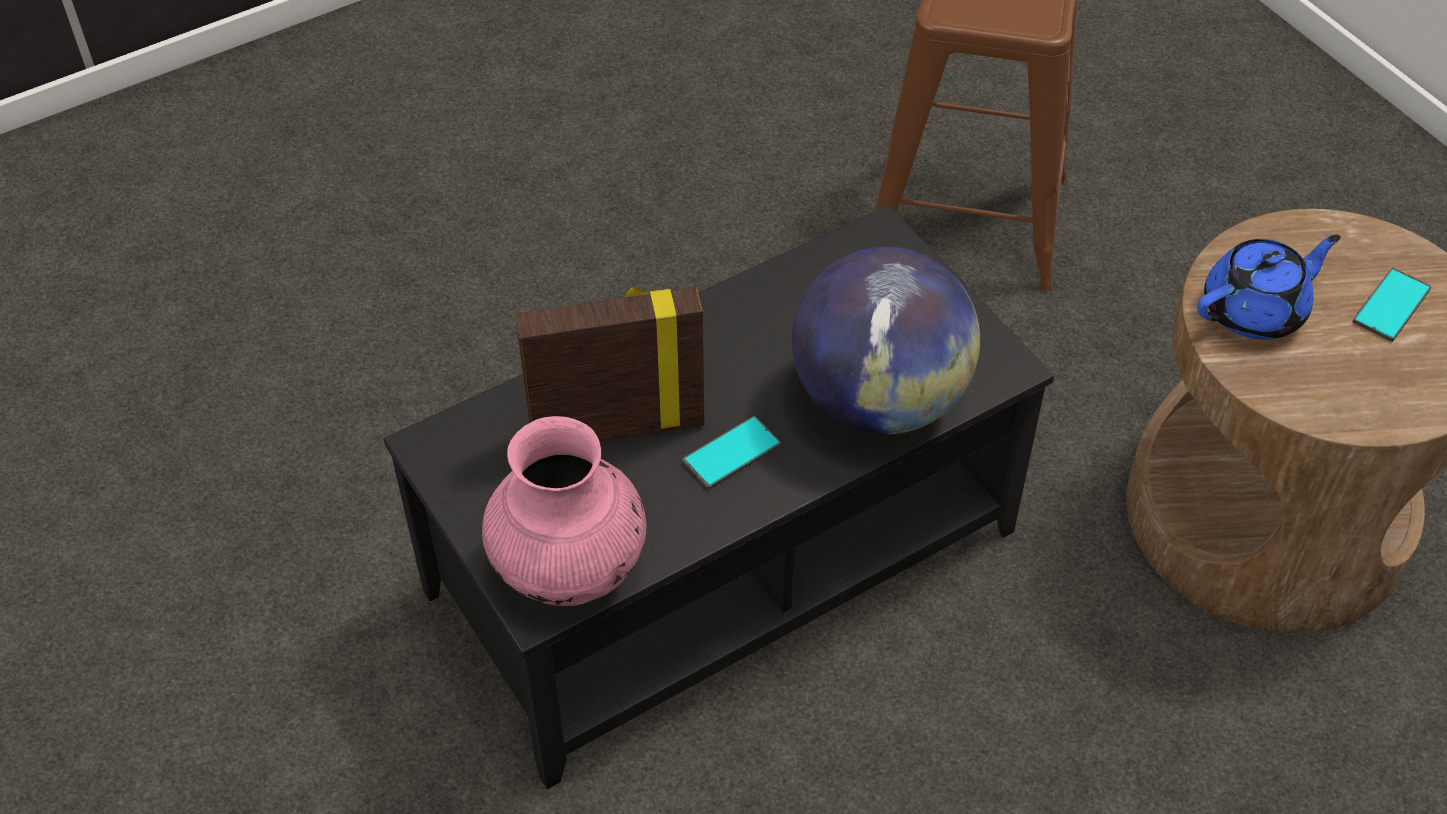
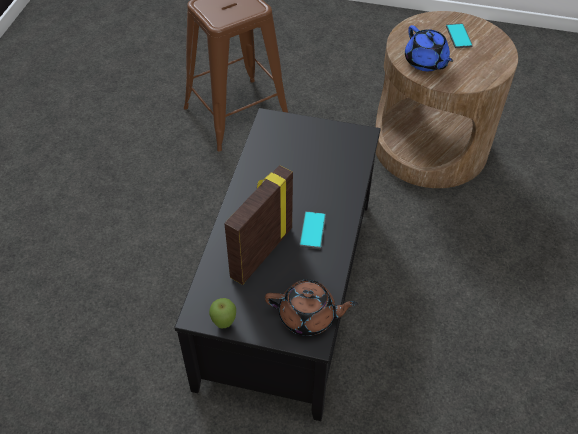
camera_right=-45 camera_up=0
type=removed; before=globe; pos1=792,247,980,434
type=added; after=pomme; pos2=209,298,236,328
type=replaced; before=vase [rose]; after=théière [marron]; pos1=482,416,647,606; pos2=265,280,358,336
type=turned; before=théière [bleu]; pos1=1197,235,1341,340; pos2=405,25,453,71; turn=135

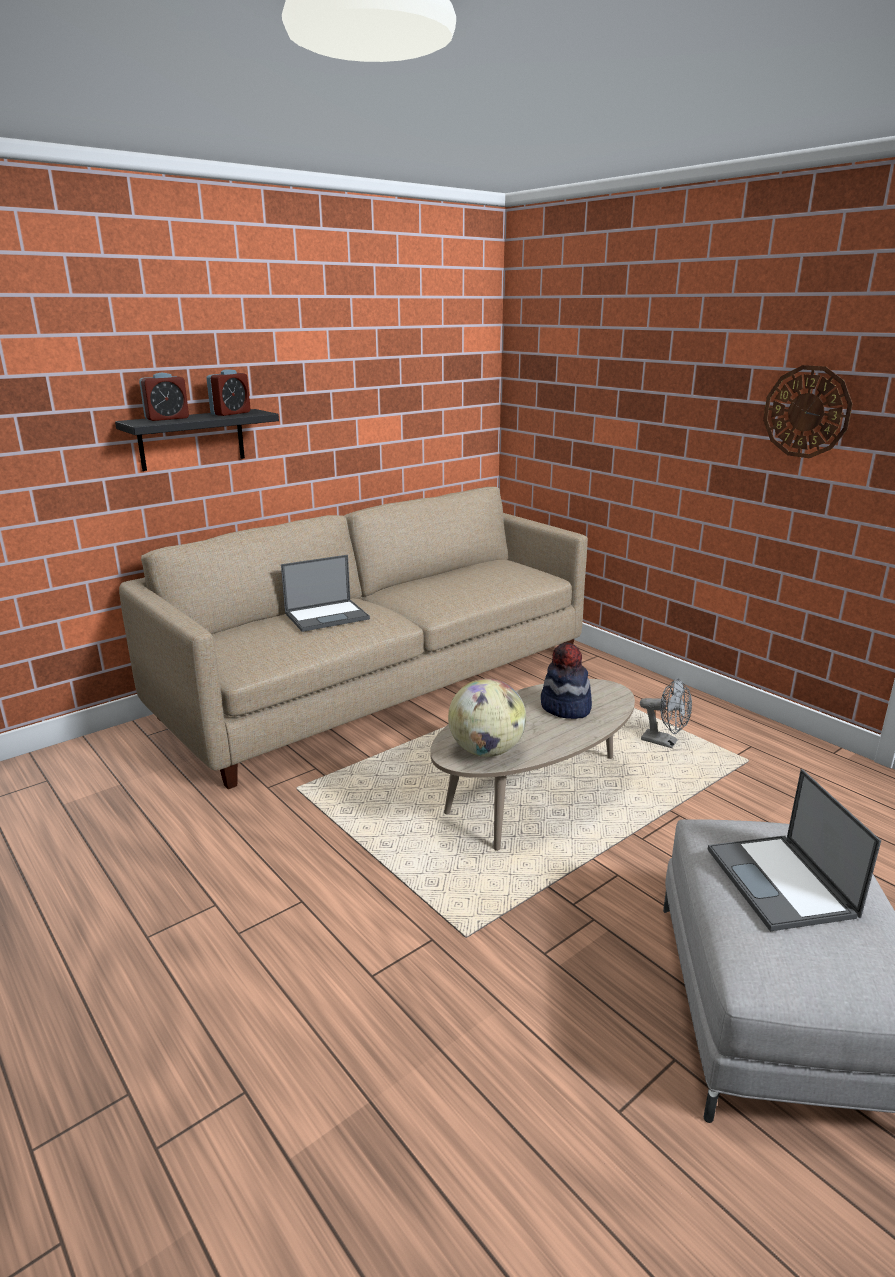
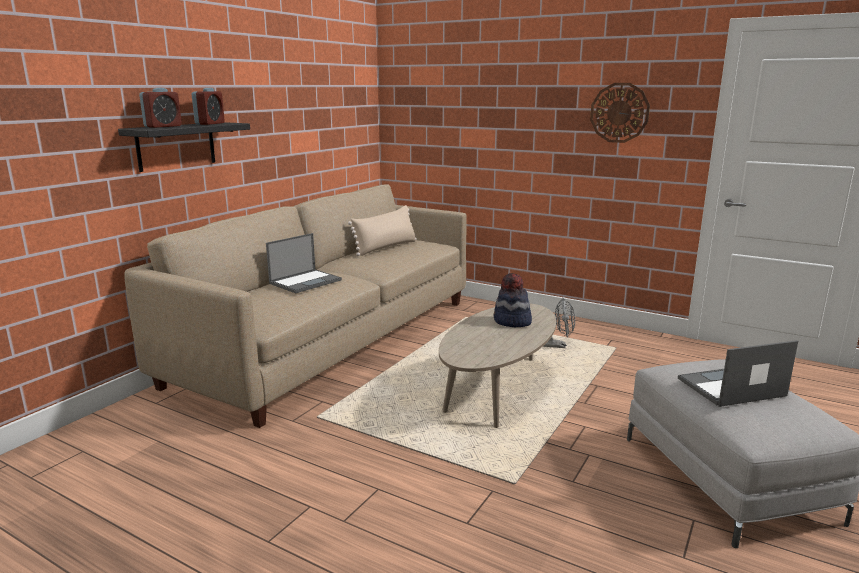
camera_right=-20 camera_up=-5
type=removed; before=globe; pos1=448,679,526,757
type=added; after=coussin [beige]; pos2=348,205,417,256
type=turned; before=ordinateur portable; pos1=707,769,881,931; pos2=678,340,798,407; turn=105

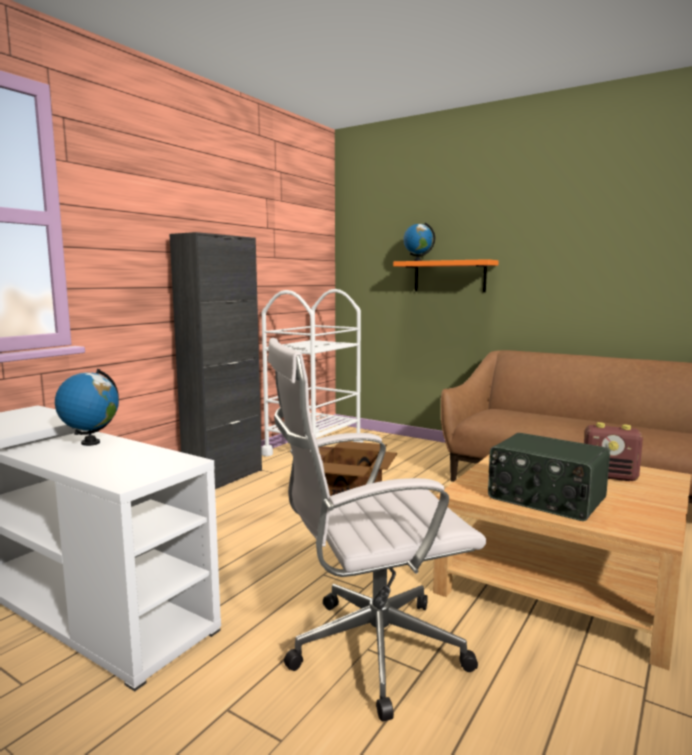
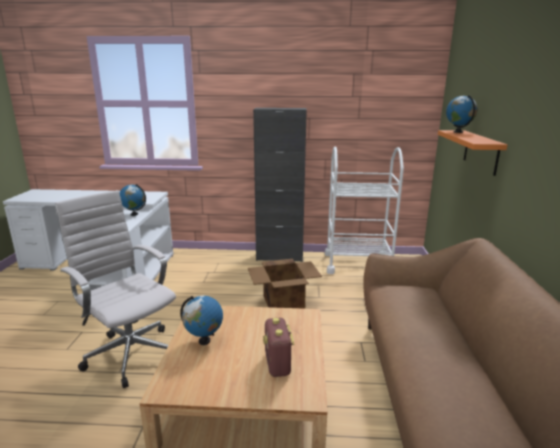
camera_right=60 camera_up=10
type=replaced; before=radio; after=globe; pos1=488,433,610,521; pos2=180,296,223,345

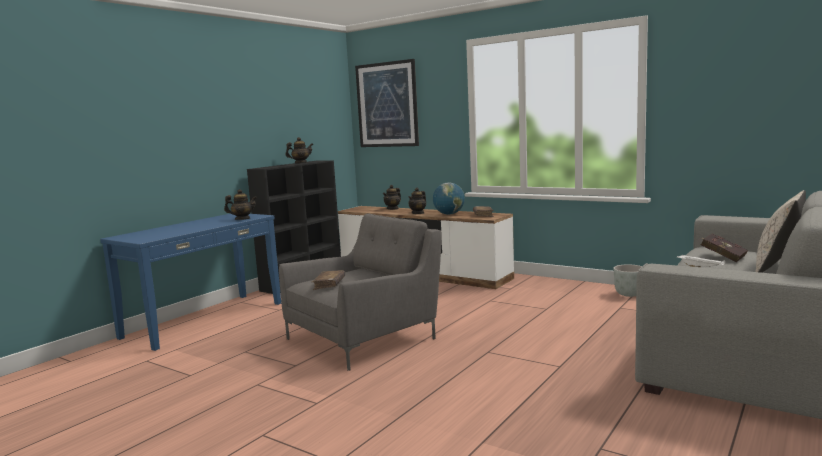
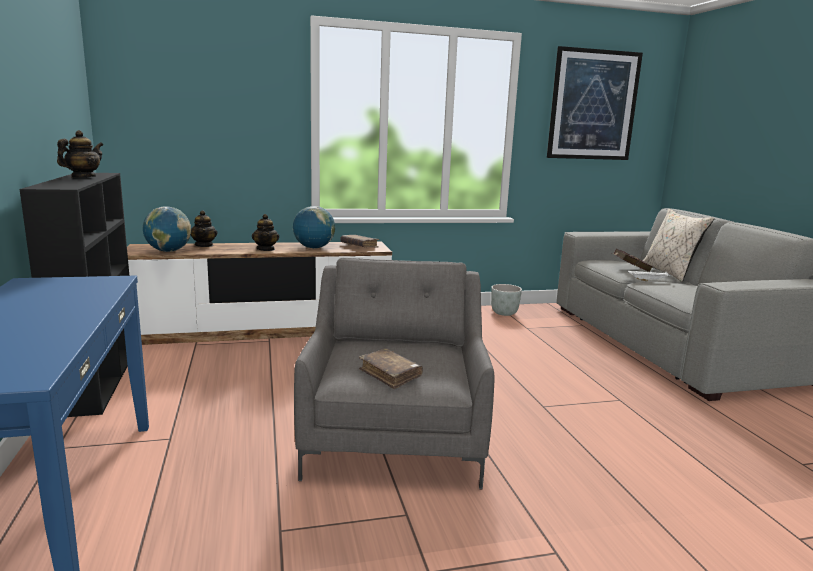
camera_right=-50 camera_up=5
type=removed; before=théière; pos1=224,189,257,220
type=added; after=globe; pos2=143,206,191,252
type=moved; before=tableau; pos1=355,59,419,147; pos2=547,46,643,160

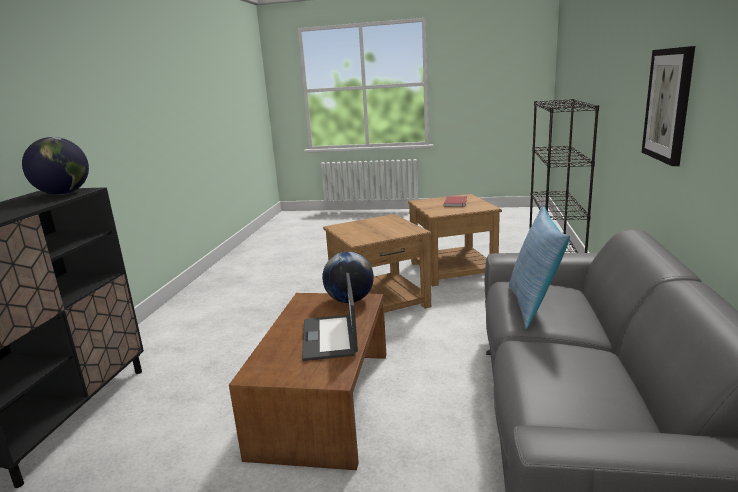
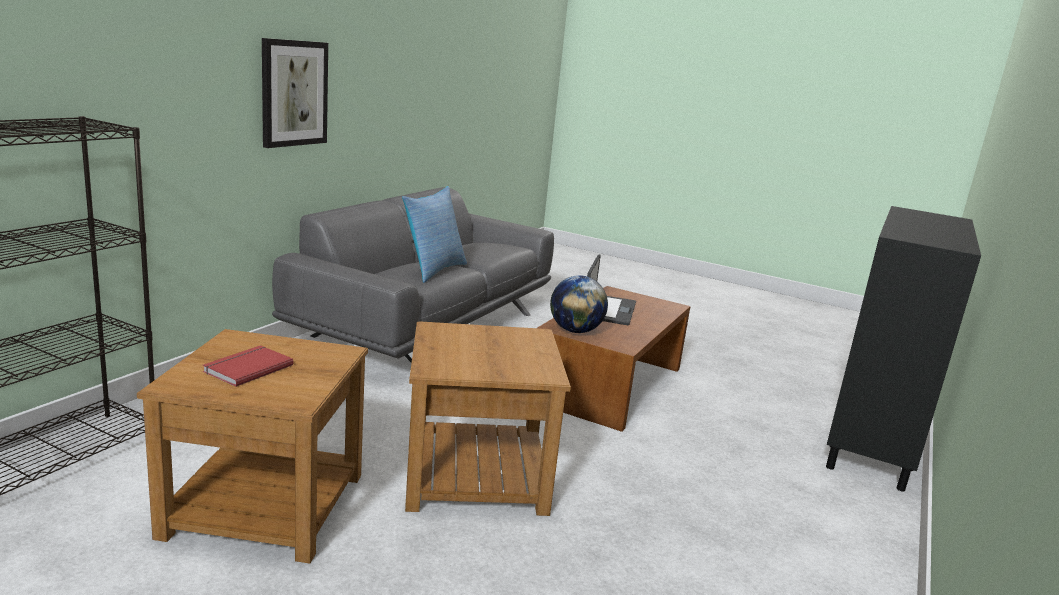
camera_right=-165 camera_up=0
type=removed; before=globe; pos1=22,137,89,195

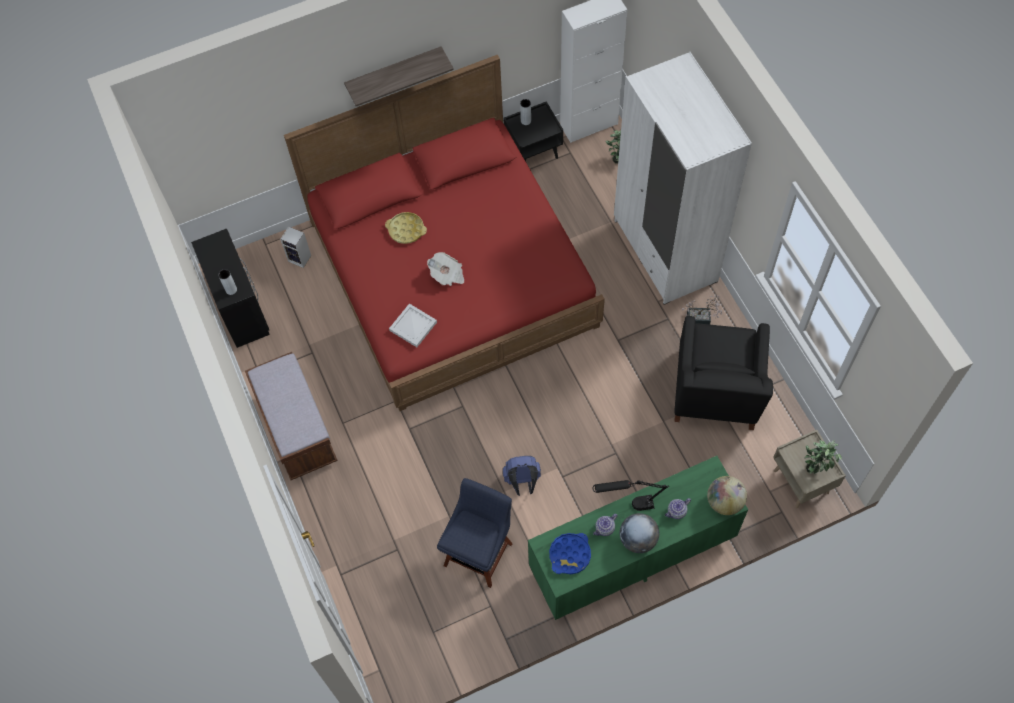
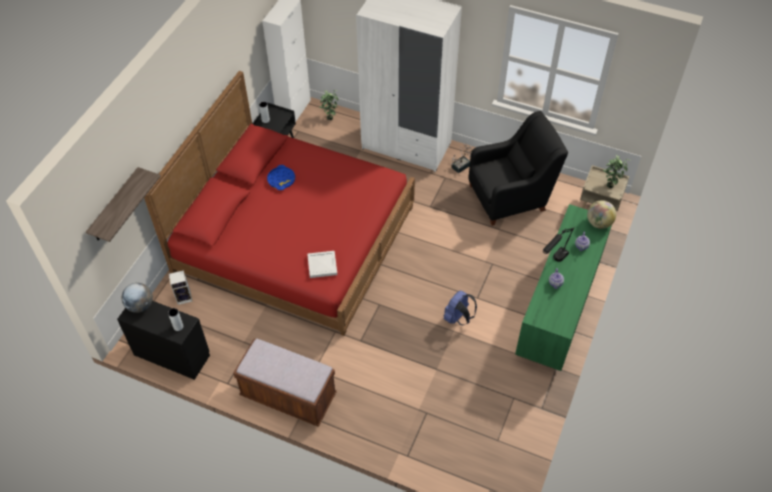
camera_right=-45 camera_up=-10
type=removed; before=plateau [jaune]; pos1=385,212,427,244
type=removed; before=journal; pos1=427,252,464,286
type=removed; before=chaise [bleu]; pos1=437,478,513,588
type=moved; before=étagère; pos1=344,46,454,106; pos2=86,167,161,242
type=moved; before=plateau [bleu]; pos1=549,533,591,574; pos2=267,165,295,190
type=moved; before=globe; pos1=620,513,659,553; pos2=122,283,153,313
type=turned; before=fauteuil [noir]; pos1=674,316,773,430; pos2=468,111,568,226; turn=-75

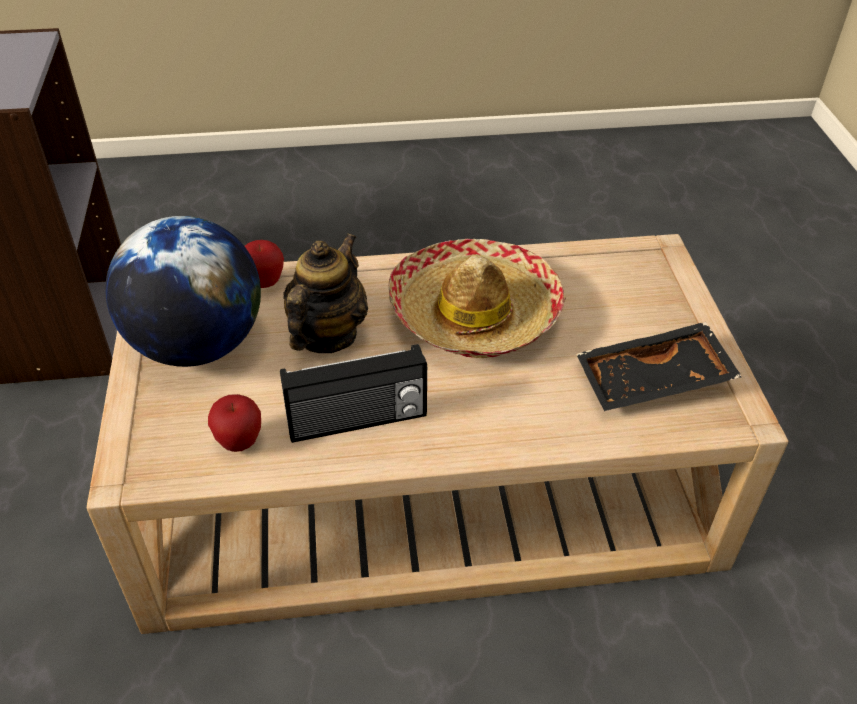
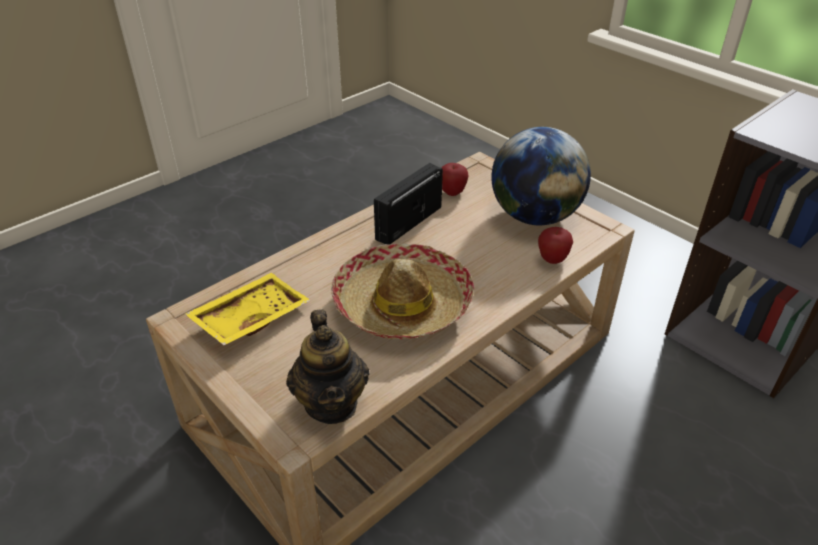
camera_right=145 camera_up=-5
type=moved; before=théière; pos1=283,233,368,353; pos2=286,309,369,424
type=recoloured; before=plateau [noir]; after=plateau [jaune]; pos1=576,322,742,411; pos2=185,273,311,345

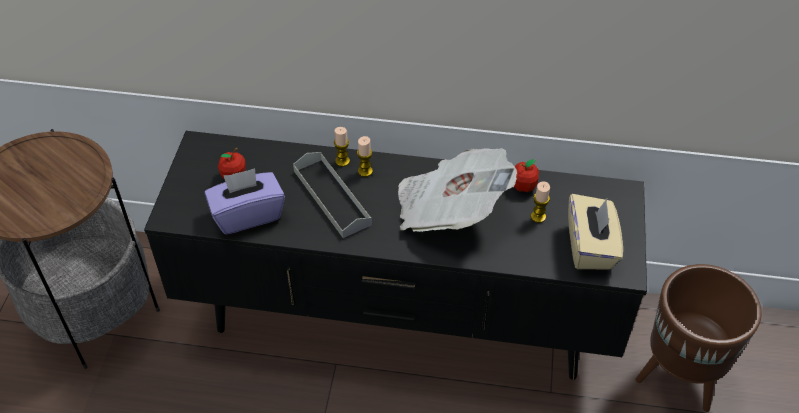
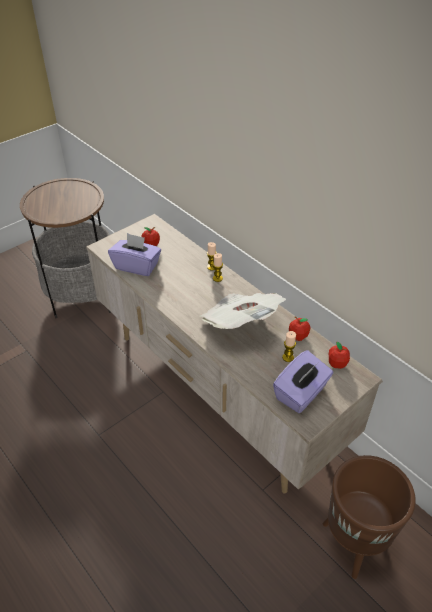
camera_right=40 camera_up=-5
type=removed; before=plateau [gris]; pos1=293,152,372,238
type=added; after=pomme; pos2=329,342,350,369
type=recoloured; before=meuble télé [noir]; after=meuble télé [beige]; pos1=144,131,647,380; pos2=86,214,383,494
type=recoloured; before=boîte à mouchoirs [beige]; after=boîte à mouchoirs [violet]; pos1=568,194,623,269; pos2=273,350,333,413

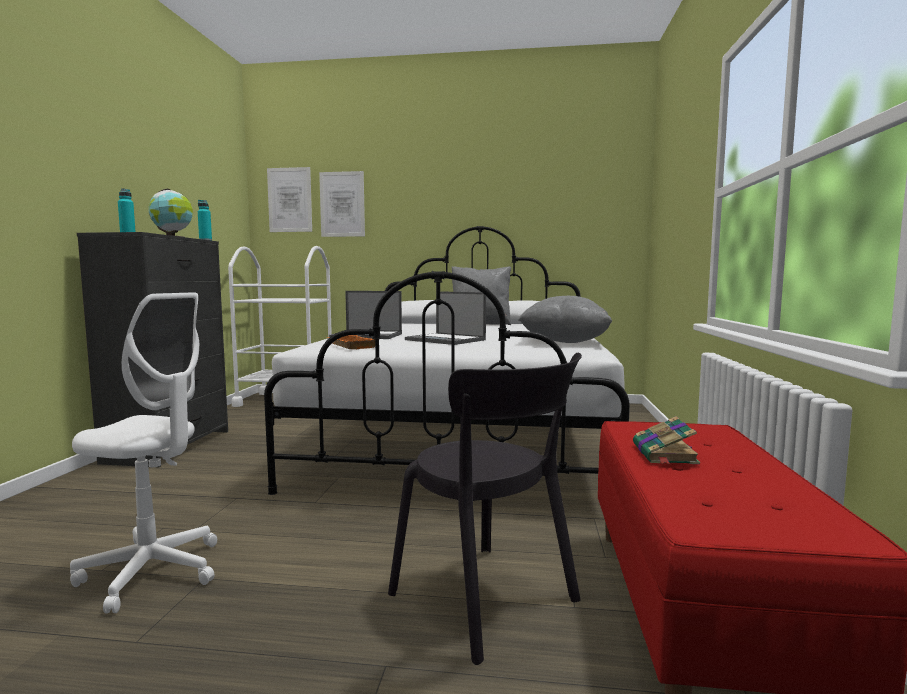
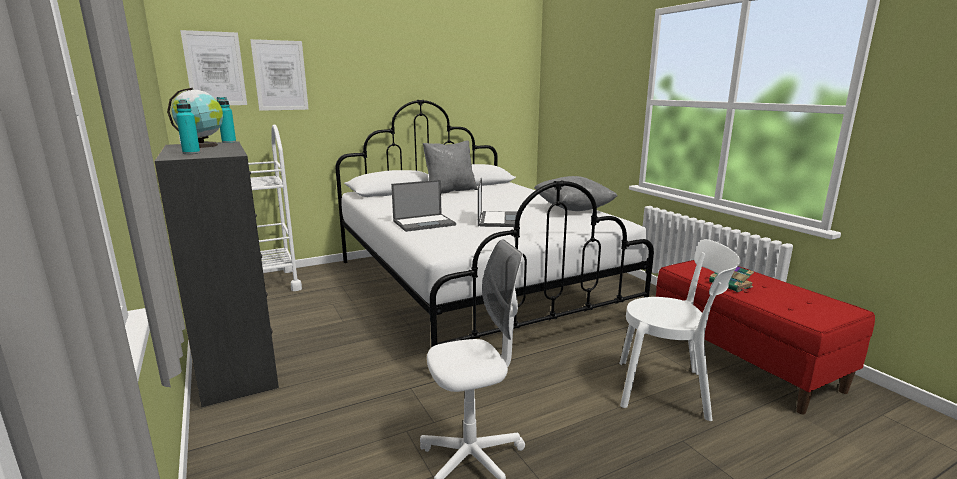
camera_right=-35 camera_up=10
type=removed; before=plateau [orange]; pos1=327,335,375,349
type=recoloured; before=chaise [noir]; after=chaise [blanc]; pos1=388,353,582,665; pos2=619,239,741,421
type=turned; before=ordinateur portable; pos1=405,291,486,345; pos2=478,178,520,227; turn=-90

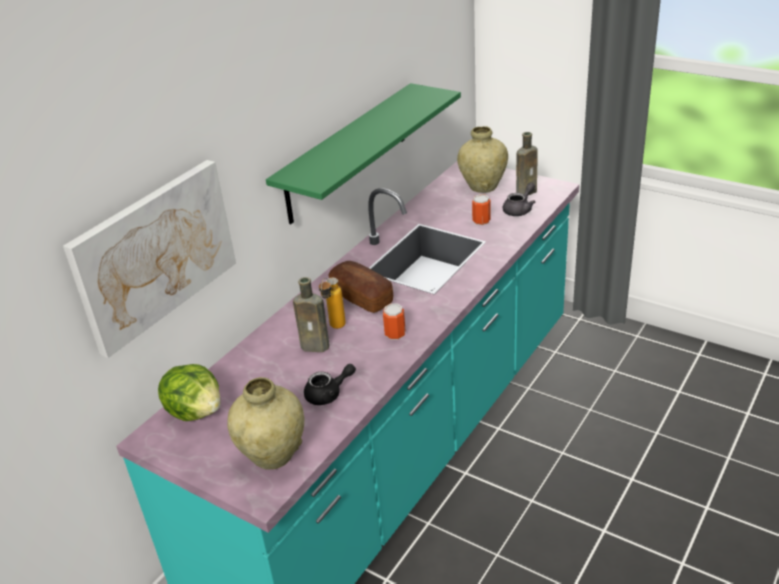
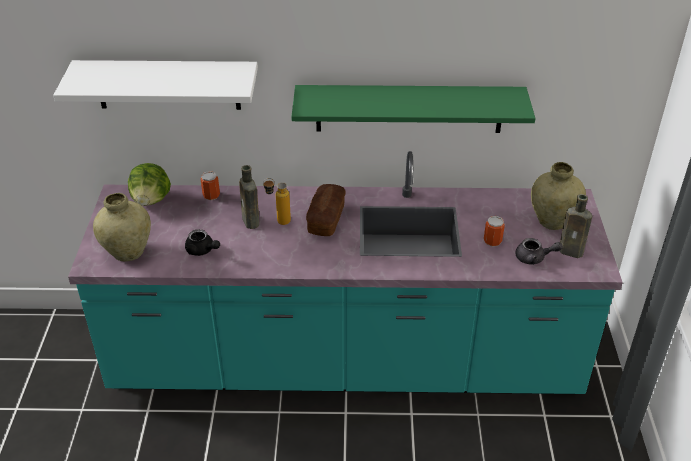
camera_right=55 camera_up=5
type=moved; before=boîte métallique; pos1=383,304,405,340; pos2=200,171,220,200
type=replaced; before=tableau; after=étagère [blanc]; pos1=63,160,236,358; pos2=53,60,258,110

